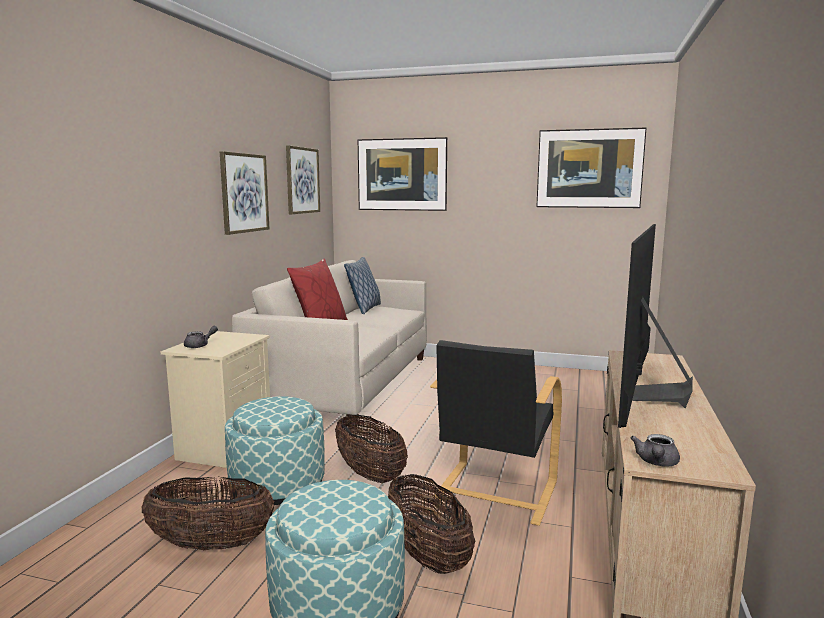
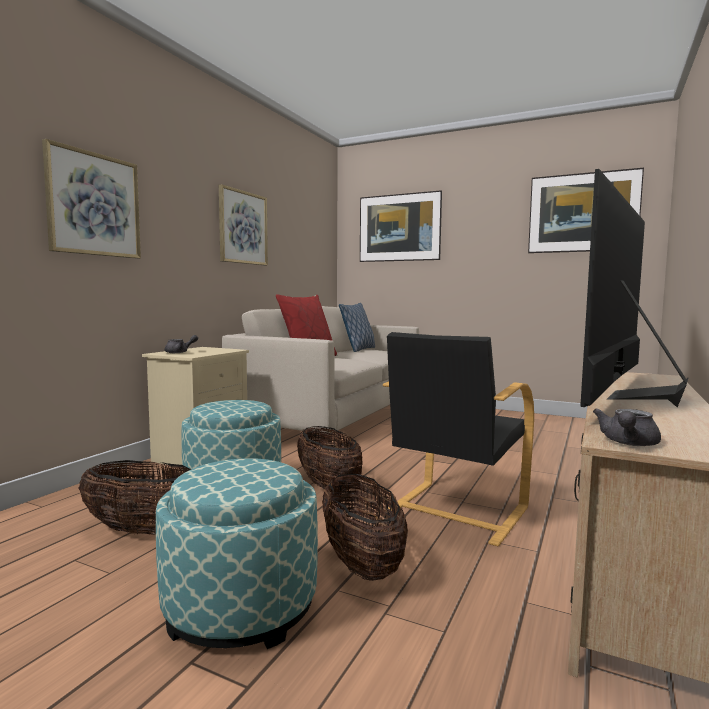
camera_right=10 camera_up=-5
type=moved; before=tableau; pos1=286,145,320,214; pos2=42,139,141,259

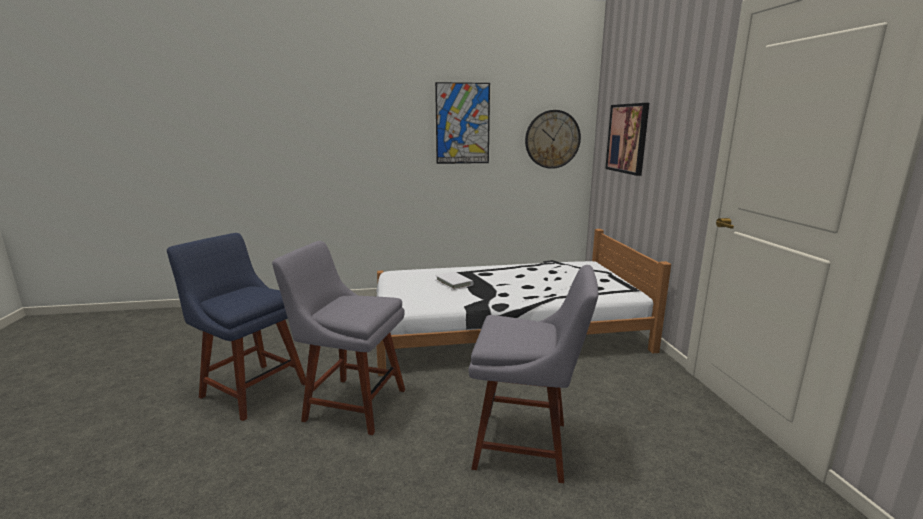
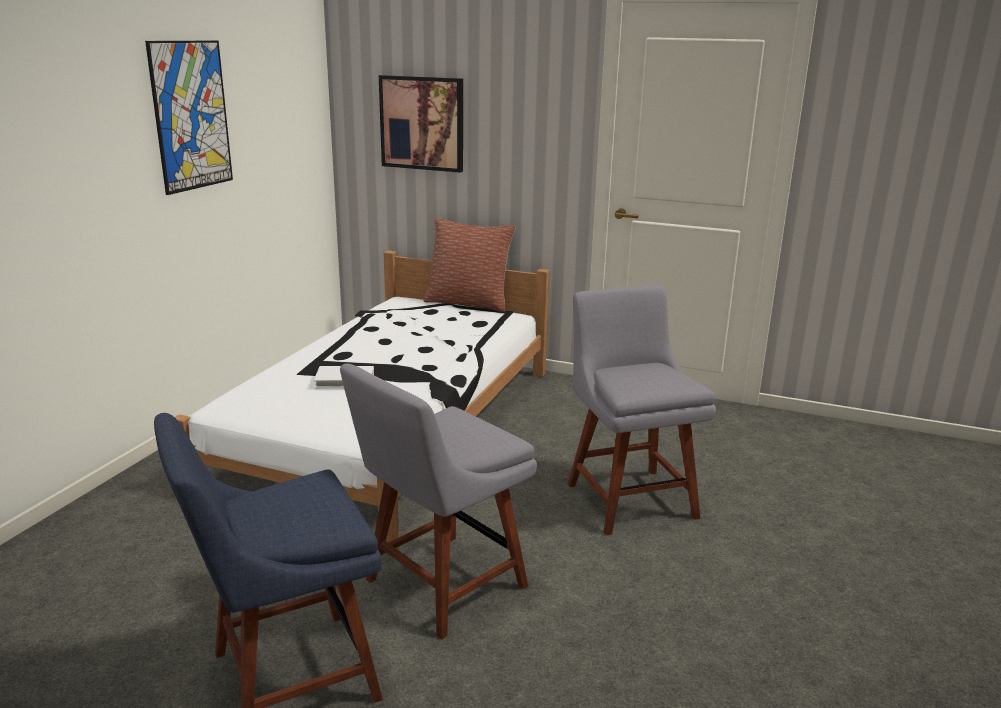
camera_right=-60 camera_up=5
type=removed; before=horloge murale; pos1=525,110,581,169
type=added; after=coussin; pos2=424,218,516,312
type=turned; before=chaise [gris]; pos1=468,265,598,483; pos2=568,285,716,535; turn=-60

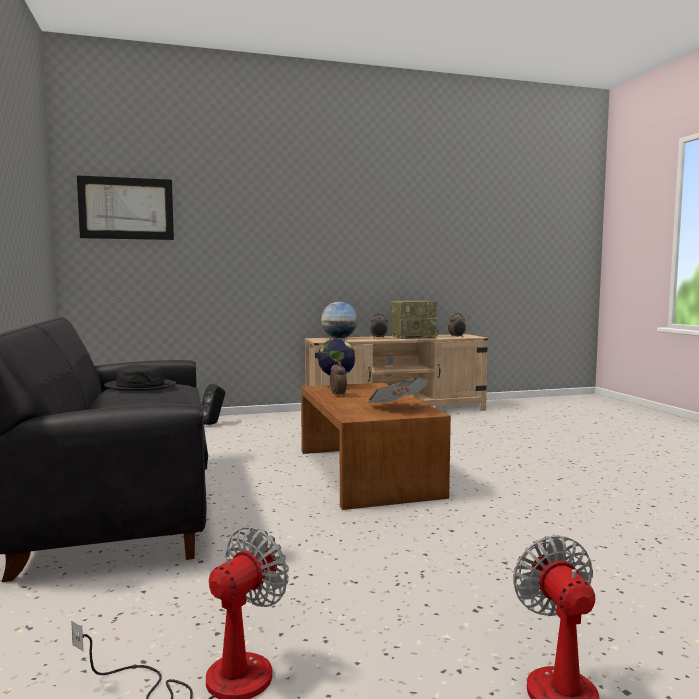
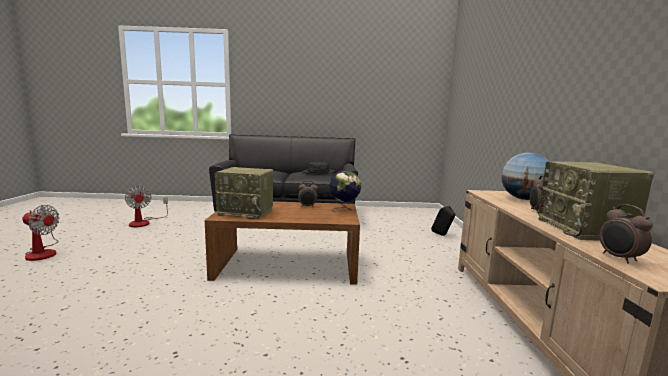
camera_right=105 camera_up=5
type=removed; before=tableau; pos1=77,175,174,240
type=replaced; before=journal; after=radio; pos1=367,377,428,403; pos2=215,167,273,219

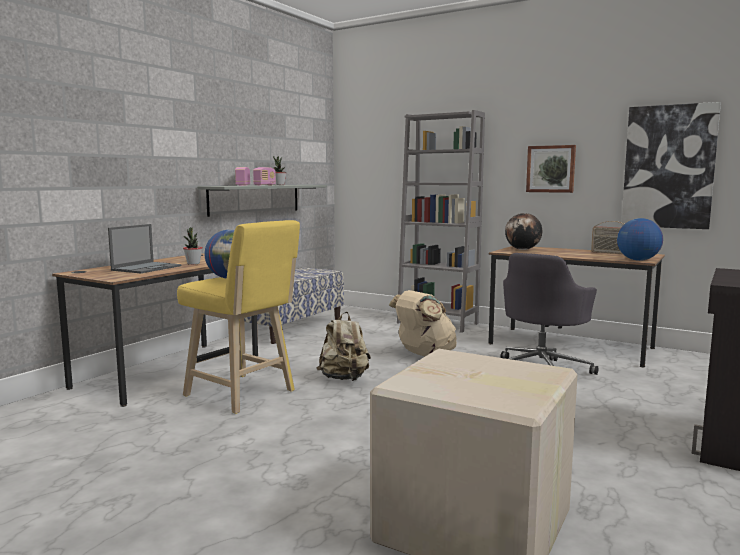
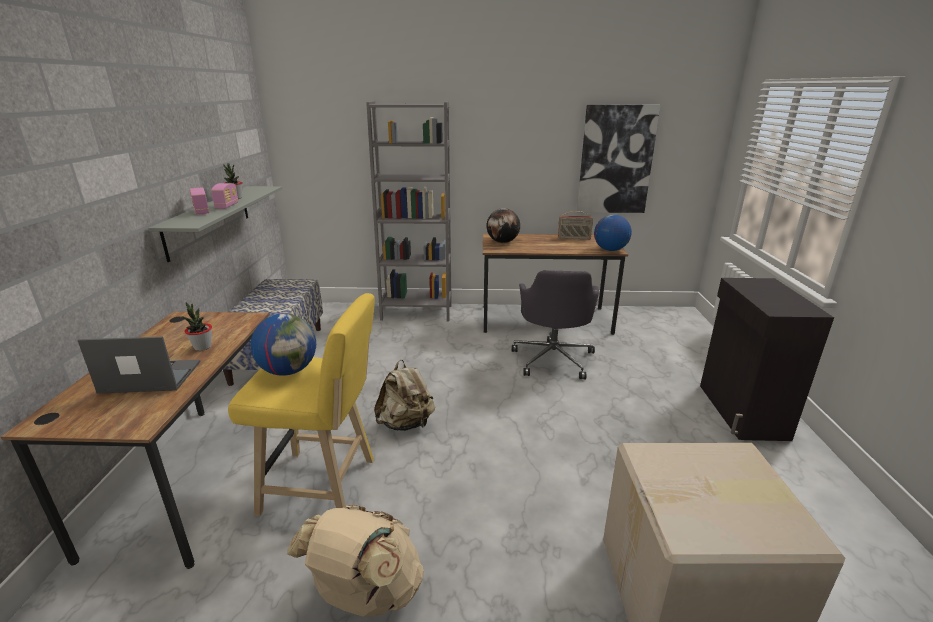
camera_right=-30 camera_up=15
type=removed; before=tableau; pos1=526,145,576,193
type=moved; before=sac à dos [beige]; pos1=389,290,457,357; pos2=287,505,424,617
type=turned; before=ordinateur portable; pos1=108,224,182,273; pos2=77,337,201,394; turn=-90

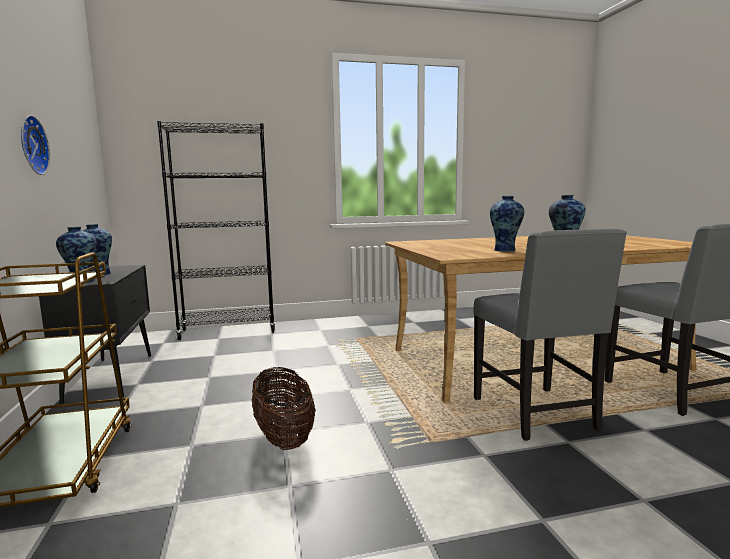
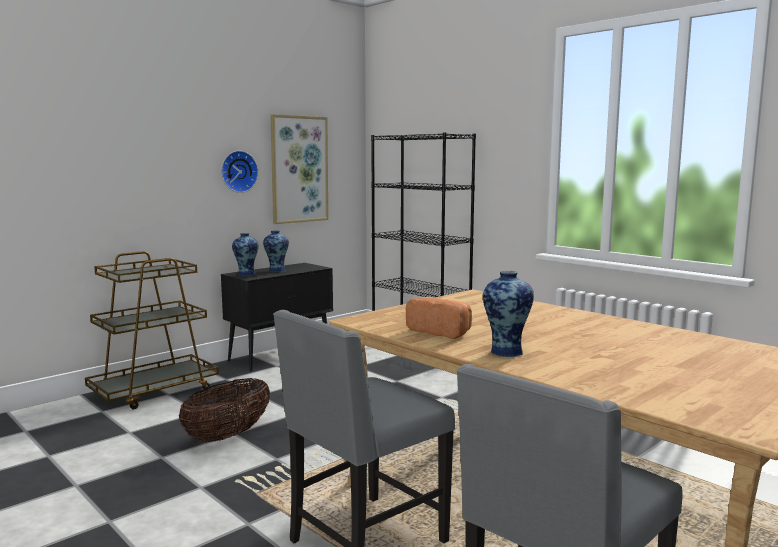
camera_right=60 camera_up=0
type=added; after=tableau; pos2=270,114,328,224
type=replaced; before=vase; after=pain; pos1=490,196,524,252; pos2=405,297,472,339

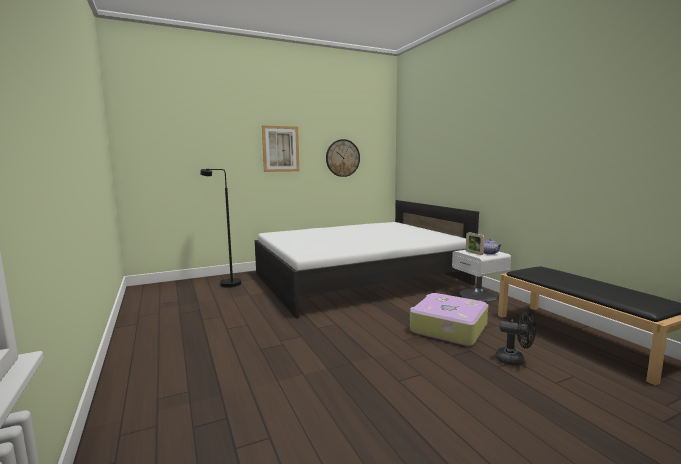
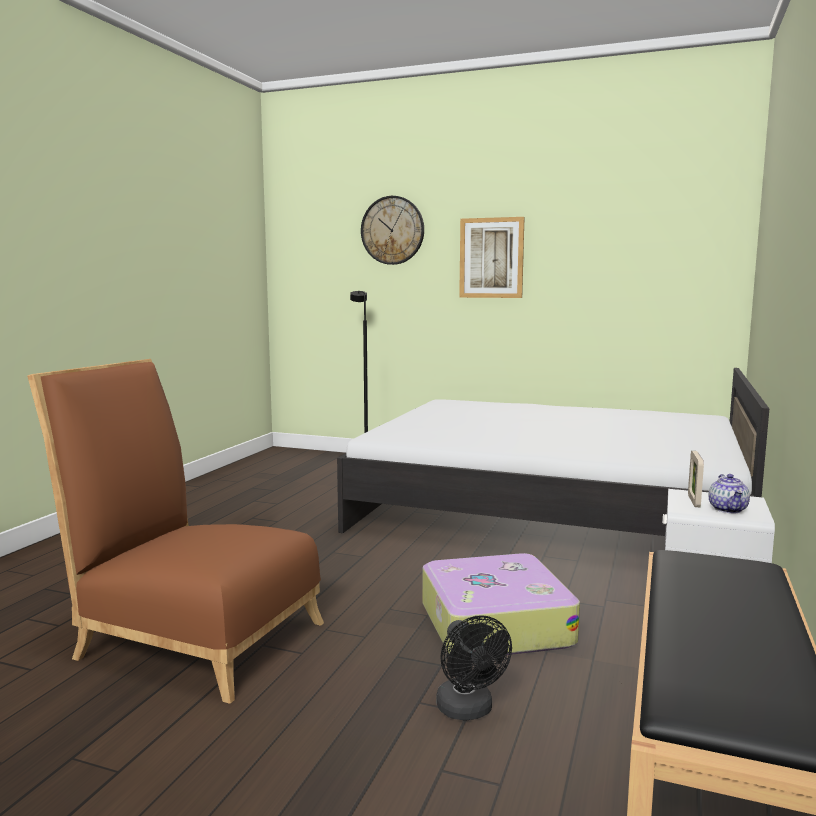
camera_right=45 camera_up=0
type=added; after=chaise [marron]; pos2=27,359,324,704
type=moved; before=horloge murale; pos1=326,139,360,177; pos2=361,196,424,265

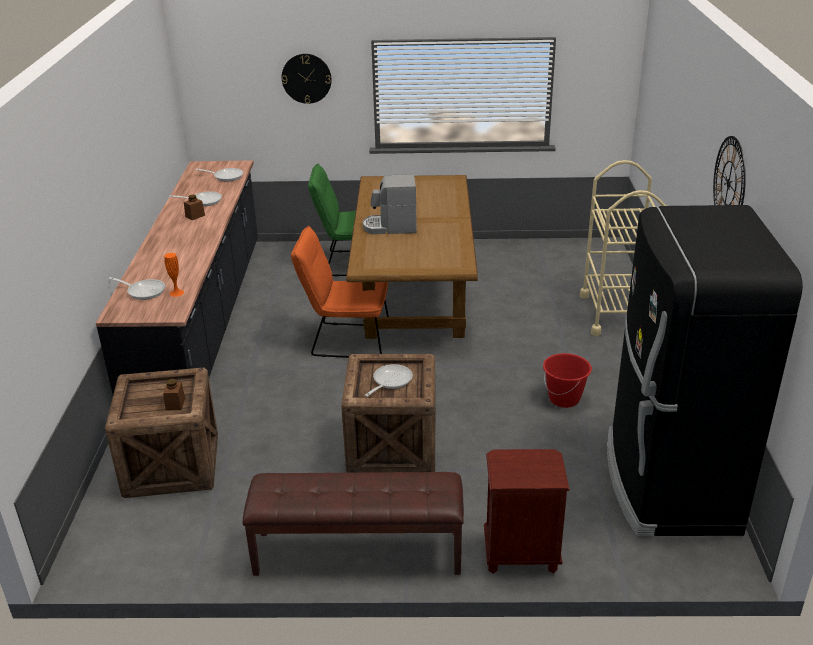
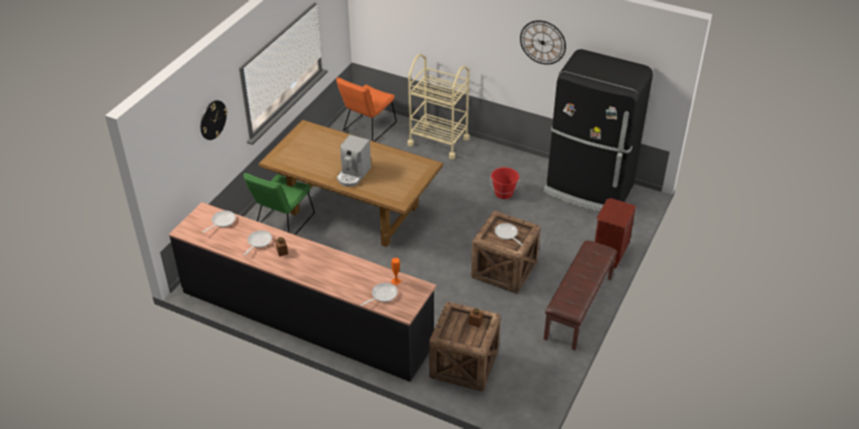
camera_right=-65 camera_up=10
type=moved; before=chaise [orange]; pos1=291,226,389,358; pos2=336,77,397,142

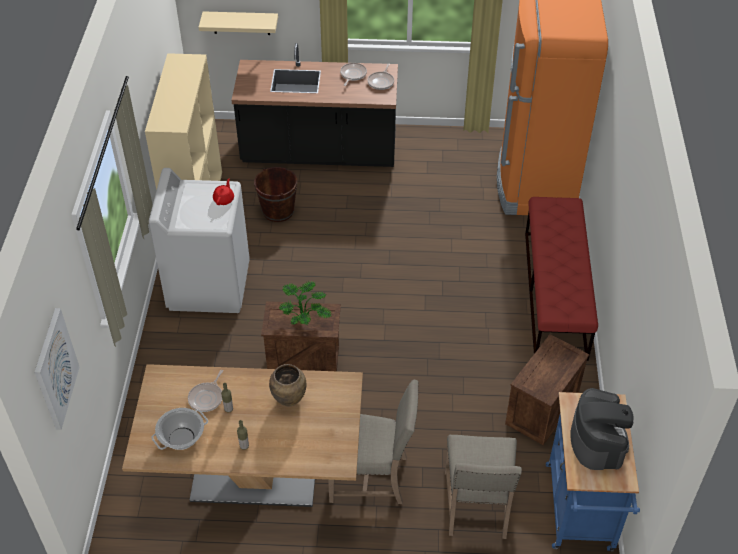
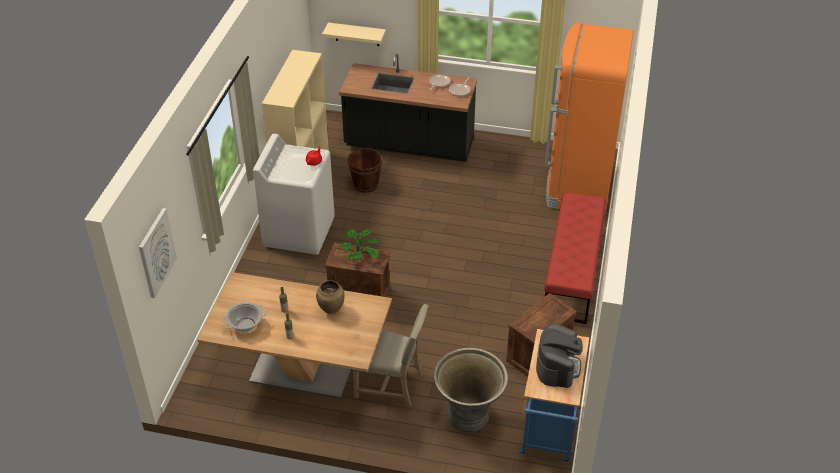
camera_right=10 camera_up=-5
type=removed; before=poêle; pos1=188,370,223,412
type=replaced; before=chaise [beige]; after=cache-pot [gris]; pos1=445,434,522,539; pos2=434,348,508,432

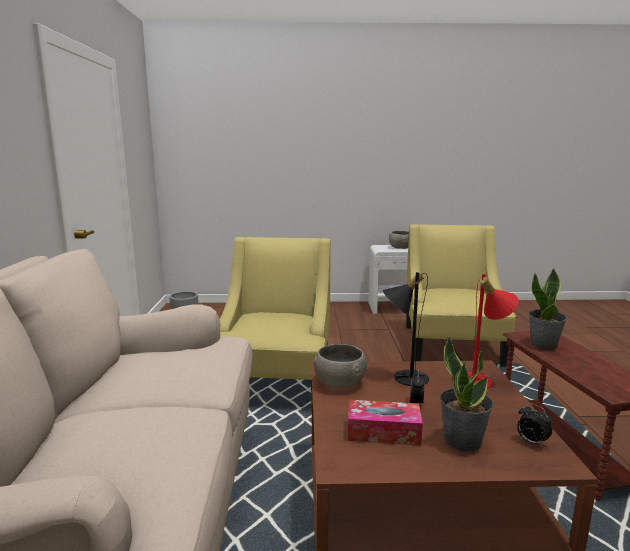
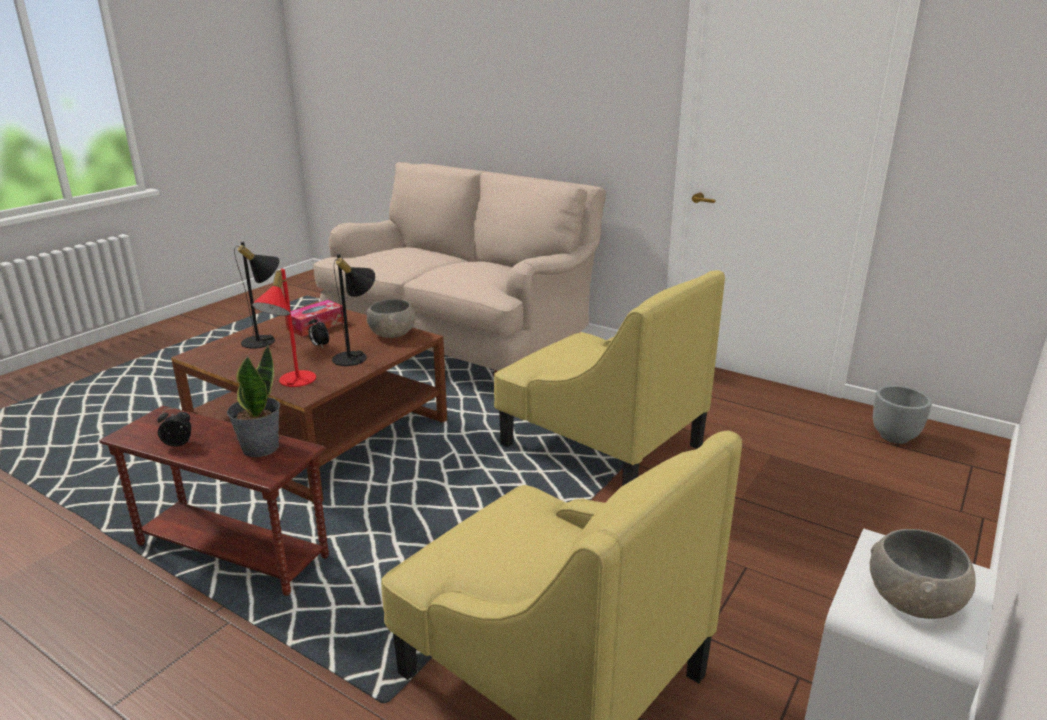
camera_right=125 camera_up=10
type=moved; before=réveil; pos1=517,403,553,448; pos2=157,408,191,447
type=replaced; before=plante en pot; after=lampe de table [noir]; pos1=440,336,493,452; pos2=234,242,279,349

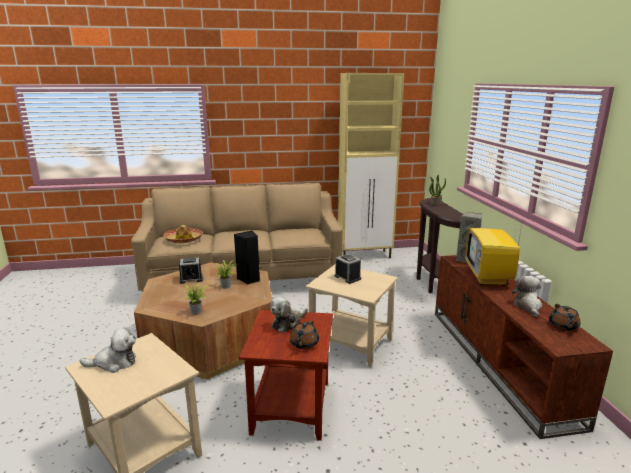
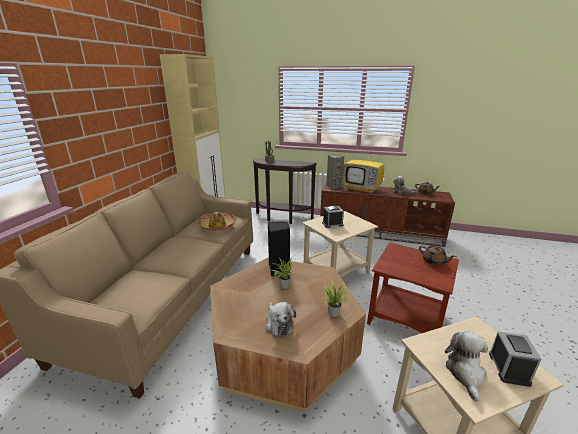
camera_right=-65 camera_up=5
type=moved; before=chapeau; pos1=163,225,203,243; pos2=198,212,236,231
type=moved; before=réveil; pos1=179,257,203,284; pos2=489,331,542,387
type=moved; before=peluche; pos1=270,297,308,333; pos2=265,302,296,337

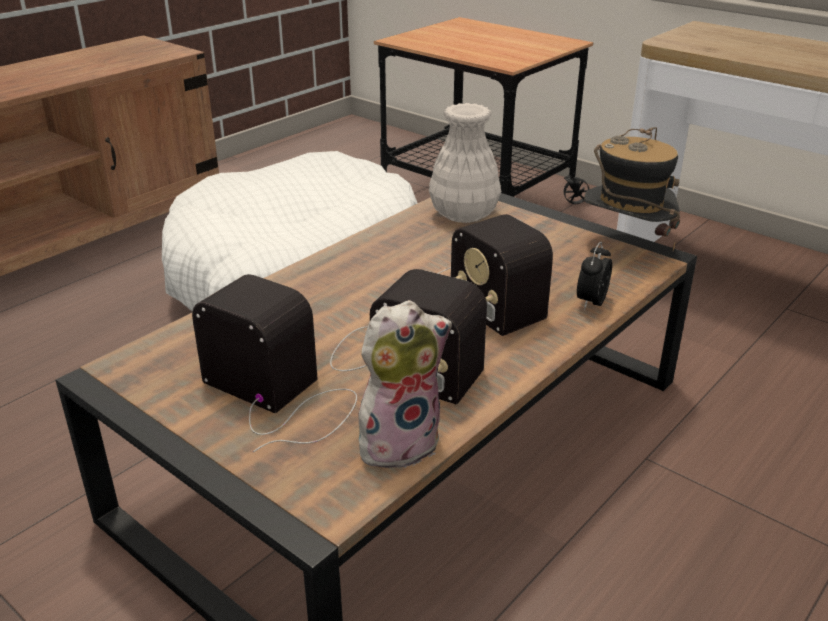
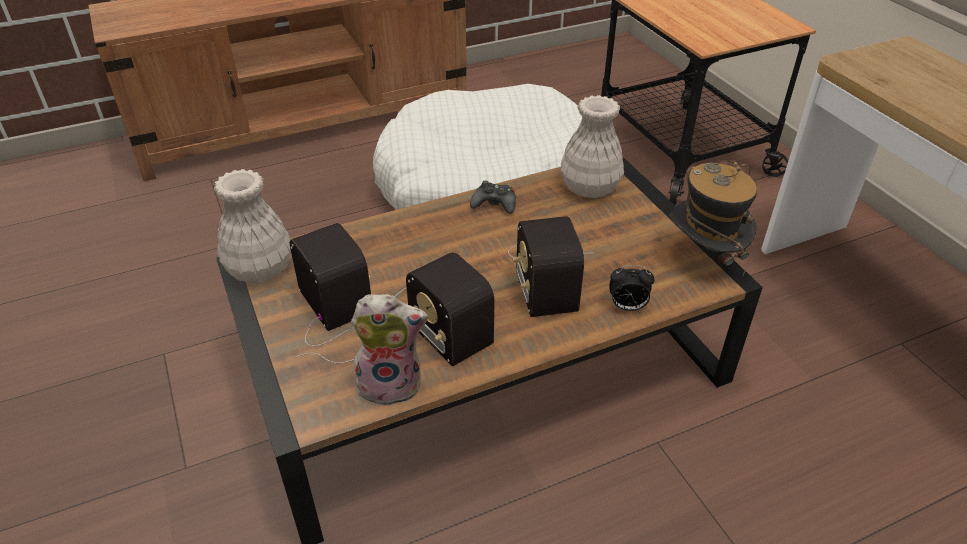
camera_right=25 camera_up=10
type=added; after=vase [blanc]; pos2=214,169,291,283
type=added; after=manette [noir]; pos2=470,180,516,214
type=turned; before=réveil; pos1=577,242,612,310; pos2=609,265,655,311; turn=-135

